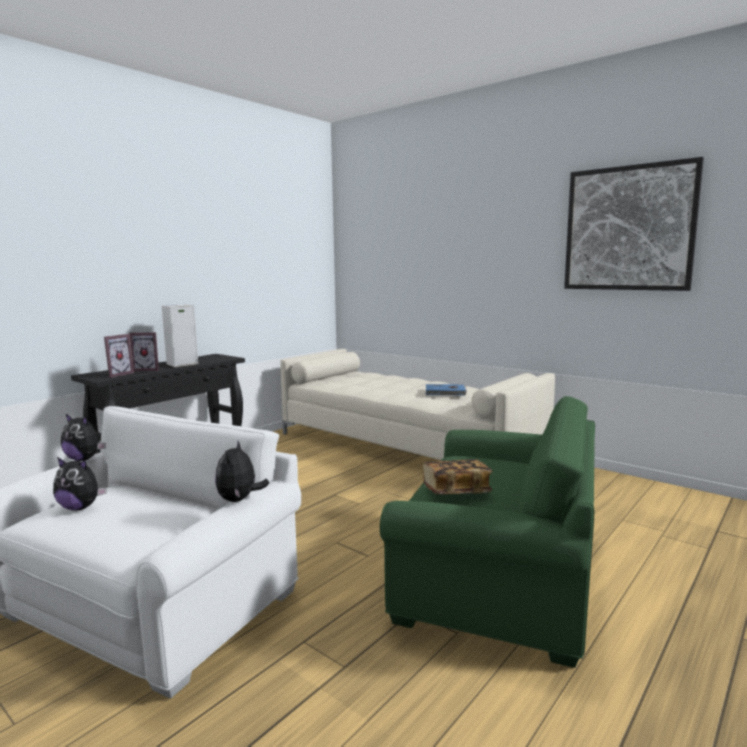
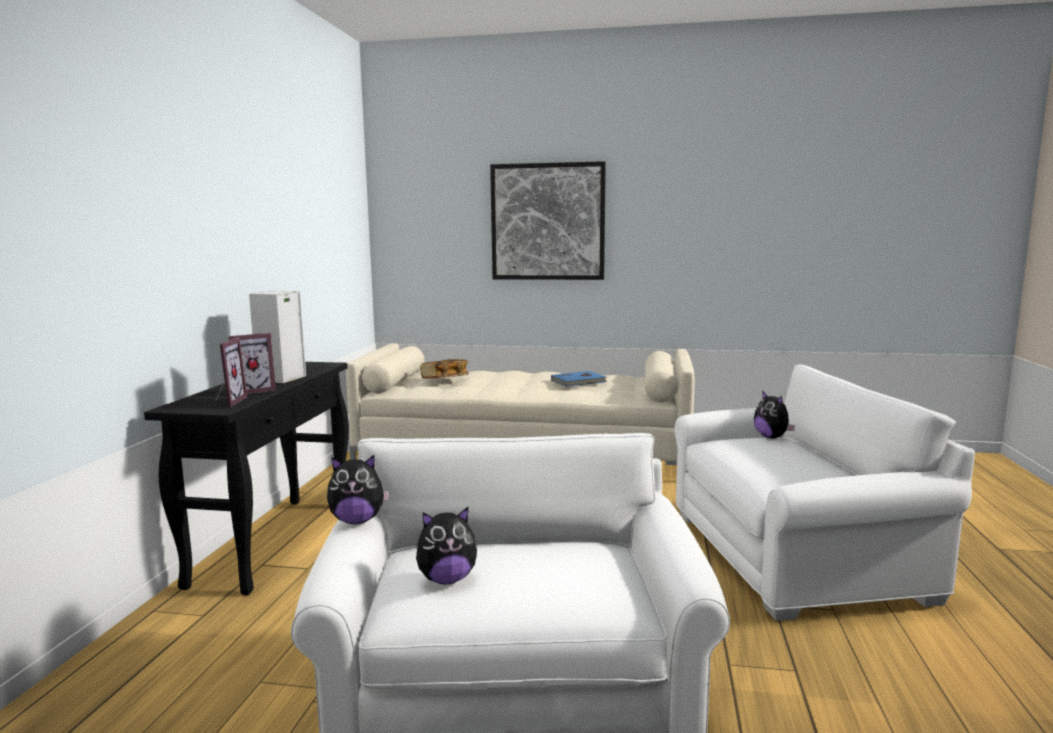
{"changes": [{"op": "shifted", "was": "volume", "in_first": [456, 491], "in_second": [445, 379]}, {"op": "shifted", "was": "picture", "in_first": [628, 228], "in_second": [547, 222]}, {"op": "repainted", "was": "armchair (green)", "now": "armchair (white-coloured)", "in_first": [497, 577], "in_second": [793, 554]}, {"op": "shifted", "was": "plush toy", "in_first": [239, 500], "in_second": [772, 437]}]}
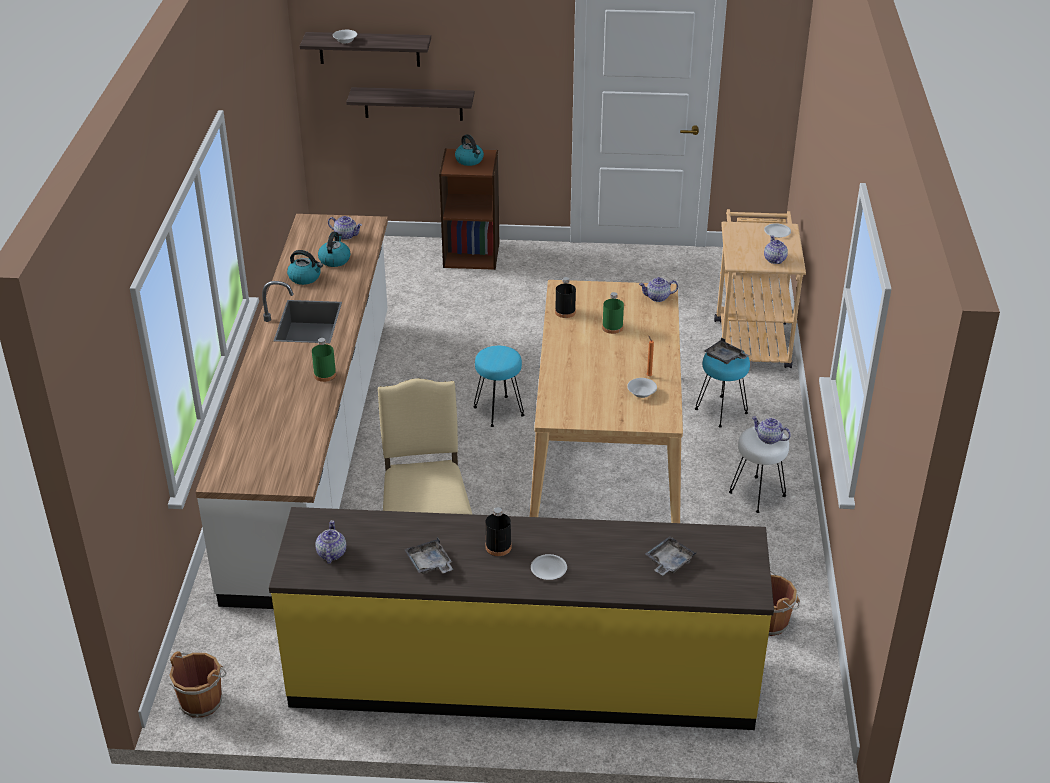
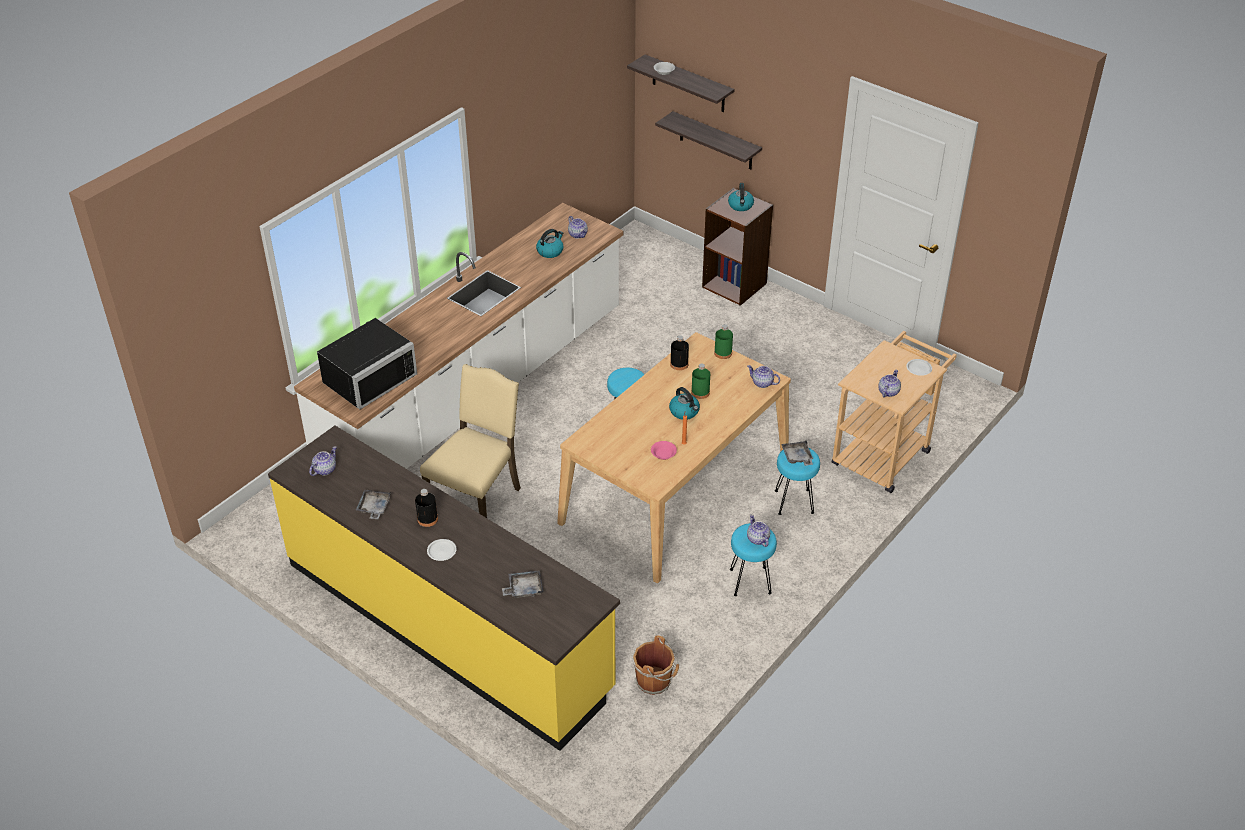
{"changes": [{"op": "new", "now": "microwave (black)", "in_second": [366, 377]}, {"op": "repainted", "was": "serving bowl (white-coloured)", "now": "serving bowl (pink-coloured)", "in_first": [642, 393], "in_second": [664, 455]}, {"op": "shifted", "was": "tea kettle", "in_first": [305, 277], "in_second": [684, 412]}, {"op": "shifted", "was": "bottle (green)", "in_first": [325, 374], "in_second": [723, 353]}, {"op": "repainted", "was": "sitting stool (white-coloured)", "now": "sitting stool (turquoise)", "in_first": [757, 495], "in_second": [750, 582]}, {"op": "gone", "was": "bucket (brown-coloured)", "in_first": [202, 700]}]}
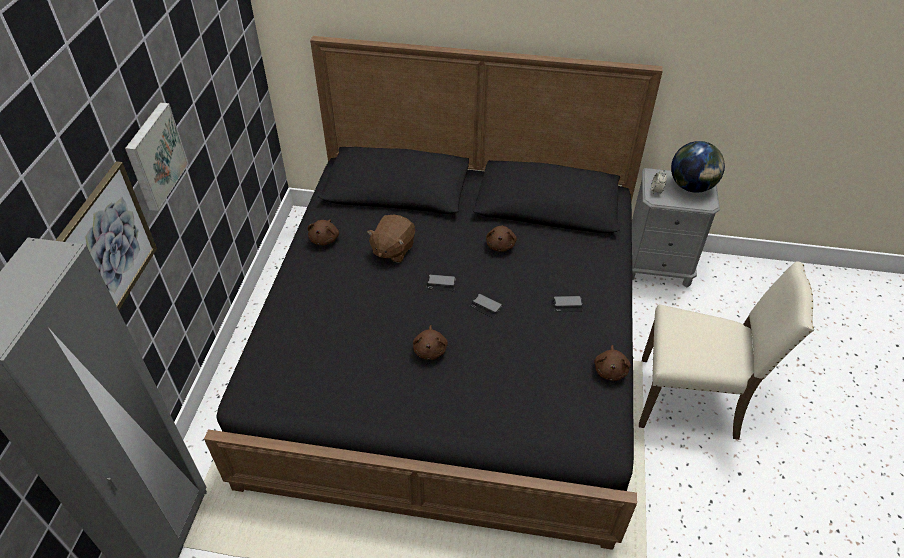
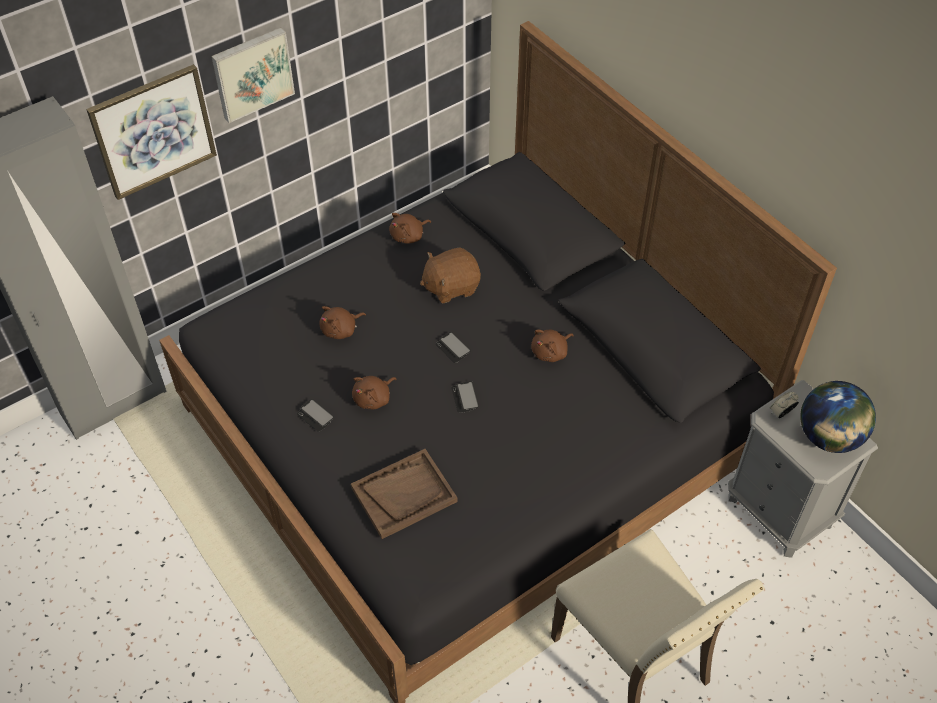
{"changes": [{"op": "shifted", "was": "telephone", "in_first": [567, 304], "in_second": [315, 416]}, {"op": "shifted", "was": "plush toy (brown-coloured)", "in_first": [610, 370], "in_second": [341, 330]}, {"op": "new", "now": "carrying tray (brown-coloured)", "in_second": [404, 494]}]}
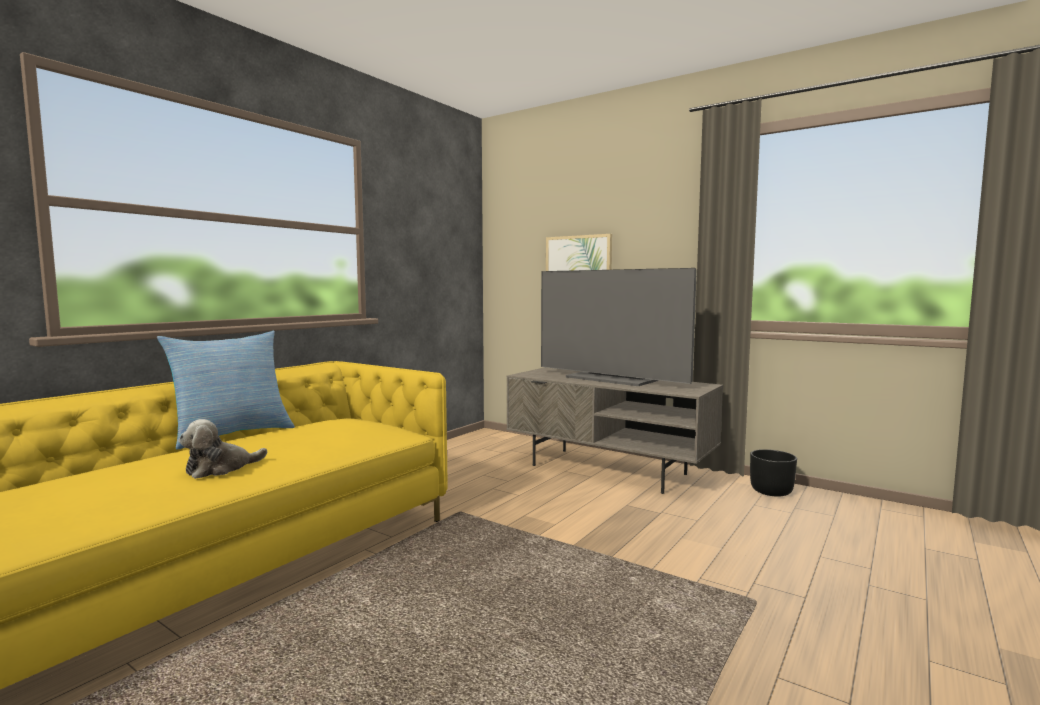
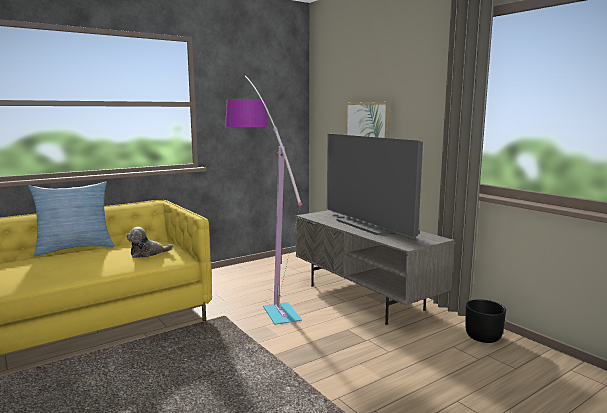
{"changes": [{"op": "shifted", "was": "plush toy", "in_first": [220, 468], "in_second": [147, 253]}, {"op": "new", "now": "standing lamp", "in_second": [262, 285]}]}
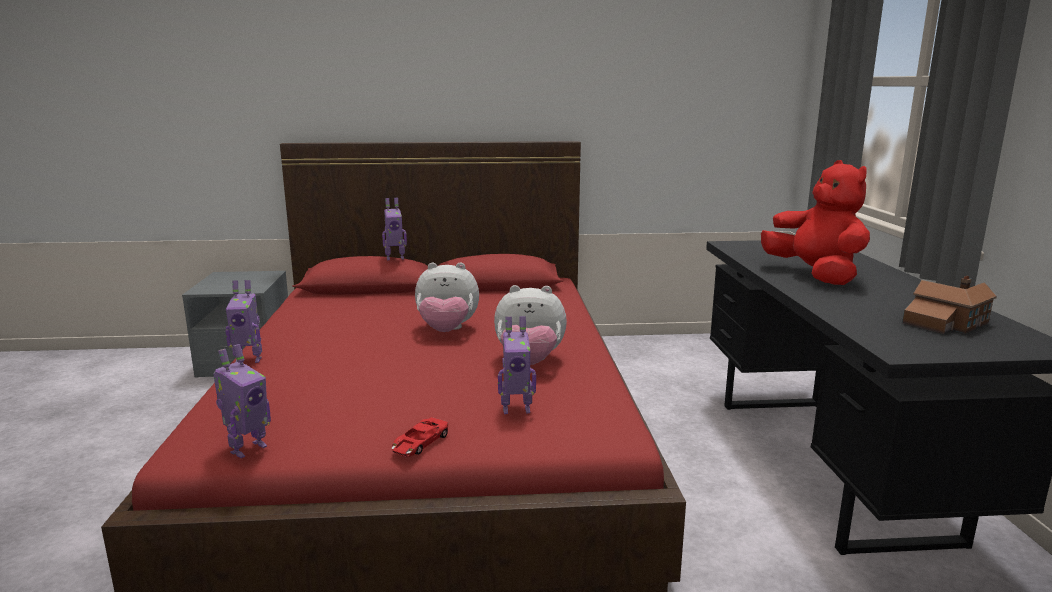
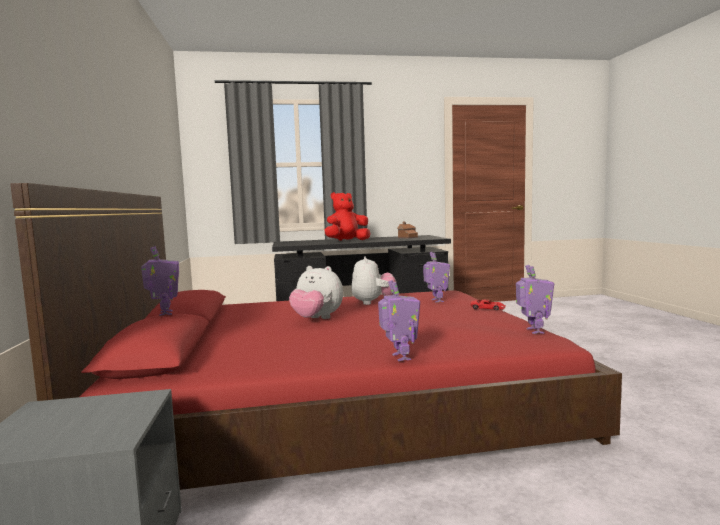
{"changes": [{"op": "rotated", "was": "plush toy", "in_first": [447, 331], "in_second": [316, 319], "clockwise": 120}, {"op": "rotated", "was": "toy robot", "in_first": [247, 449], "in_second": [533, 331], "clockwise": 60}]}
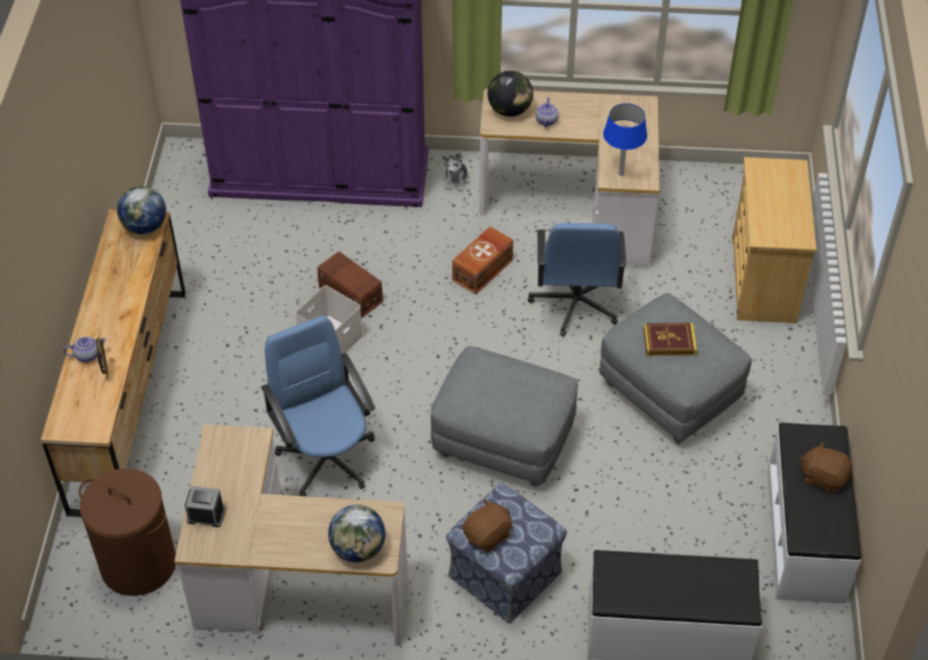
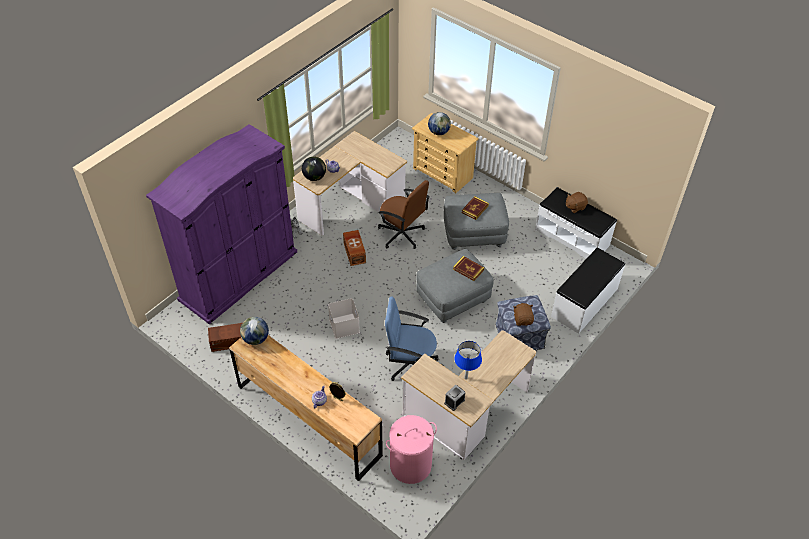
{"changes": [{"op": "shifted", "was": "storage box (brown-coloured)", "in_first": [350, 293], "in_second": [227, 342]}, {"op": "repainted", "was": "computer chair (bluish)", "now": "computer chair (brown-coloured)", "in_first": [575, 303], "in_second": [401, 234]}, {"op": "repainted", "was": "laundry basket (brown-coloured)", "now": "laundry basket (pink-coloured)", "in_first": [139, 563], "in_second": [410, 465]}, {"op": "shifted", "was": "globe", "in_first": [358, 549], "in_second": [439, 132]}, {"op": "new", "now": "volume", "in_second": [468, 269]}, {"op": "shifted", "was": "tabletop lamp (bluish)", "in_first": [621, 173], "in_second": [466, 378]}]}
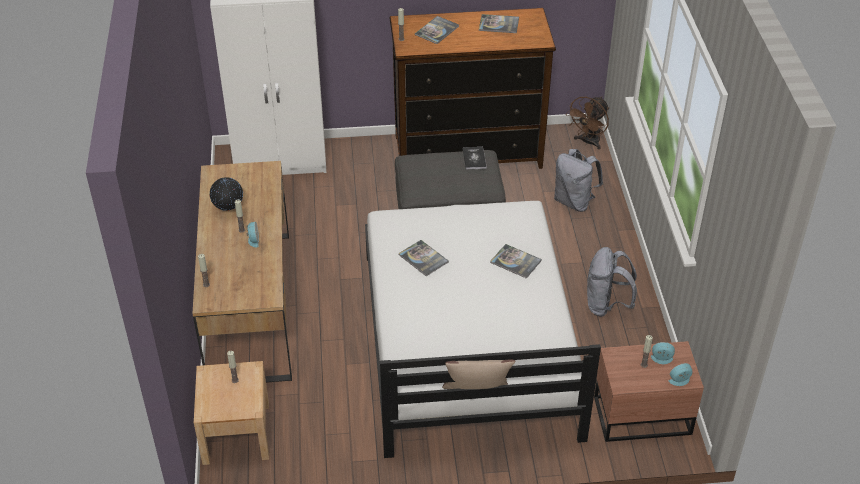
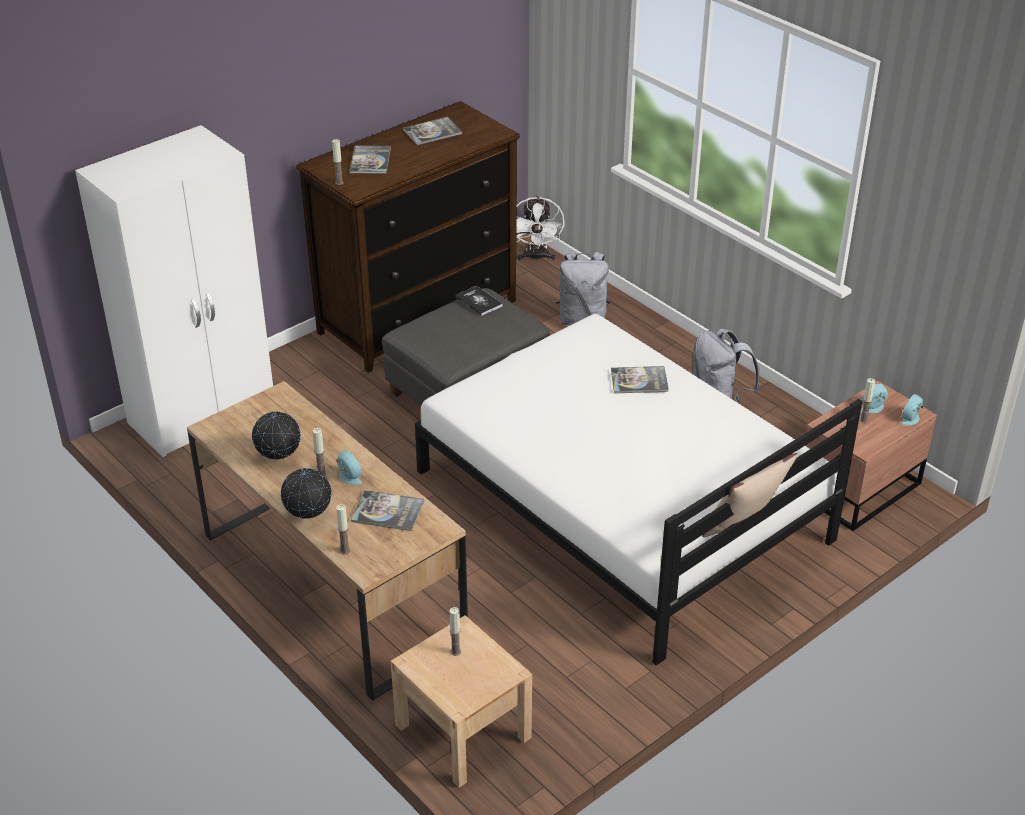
{"changes": [{"op": "new", "now": "globe", "in_second": [308, 517]}, {"op": "shifted", "was": "volume", "in_first": [423, 258], "in_second": [387, 511]}, {"op": "repainted", "was": "electric fan (brown-coloured)", "now": "electric fan (white-coloured)", "in_first": [588, 142], "in_second": [536, 257]}]}
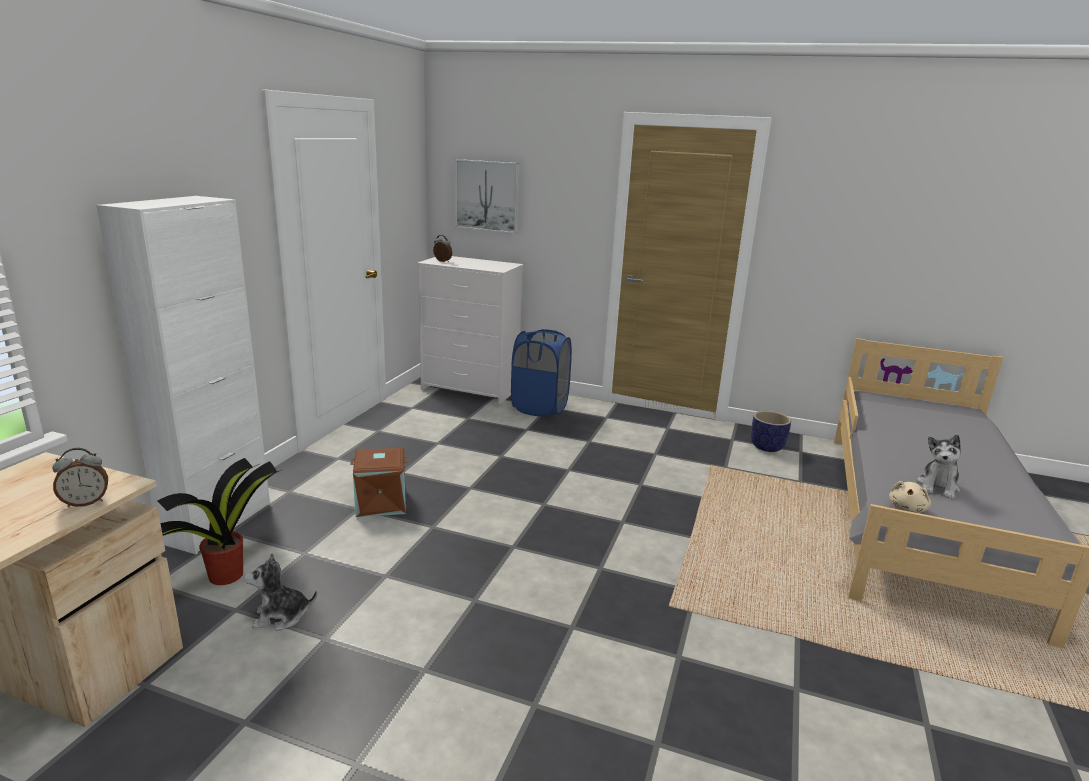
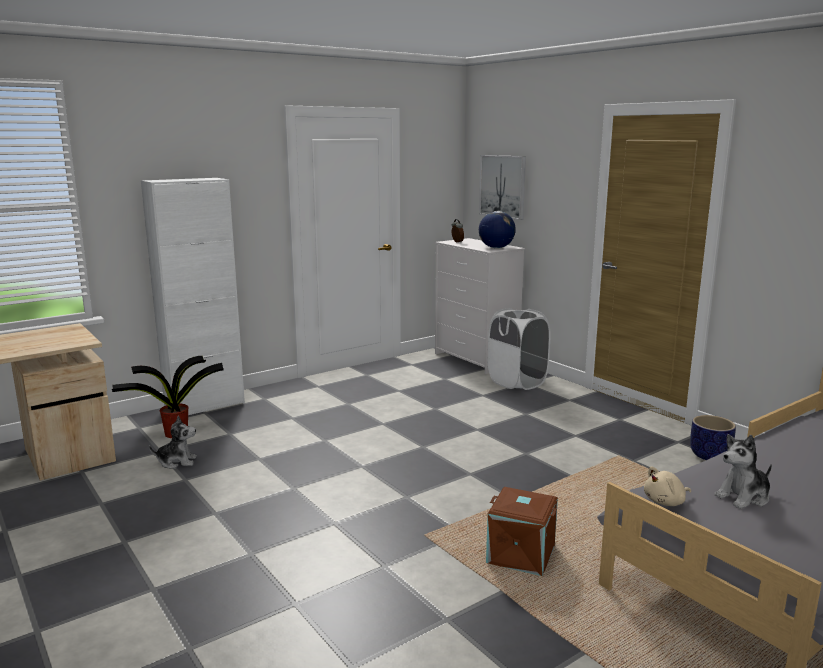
{"changes": [{"op": "rotated", "was": "plush toy", "in_first": [281, 616], "in_second": [177, 462], "clockwise": 150}, {"op": "new", "now": "globe", "in_second": [496, 248]}, {"op": "shifted", "was": "storage box (brown-coloured)", "in_first": [381, 502], "in_second": [521, 554]}, {"op": "repainted", "was": "laundry basket (bluish)", "now": "laundry basket (white-coloured)", "in_first": [540, 408], "in_second": [517, 382]}, {"op": "gone", "was": "table clock", "in_first": [85, 502]}]}
